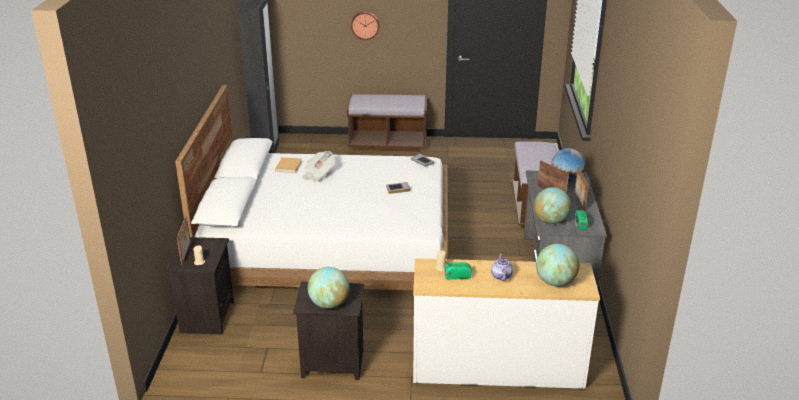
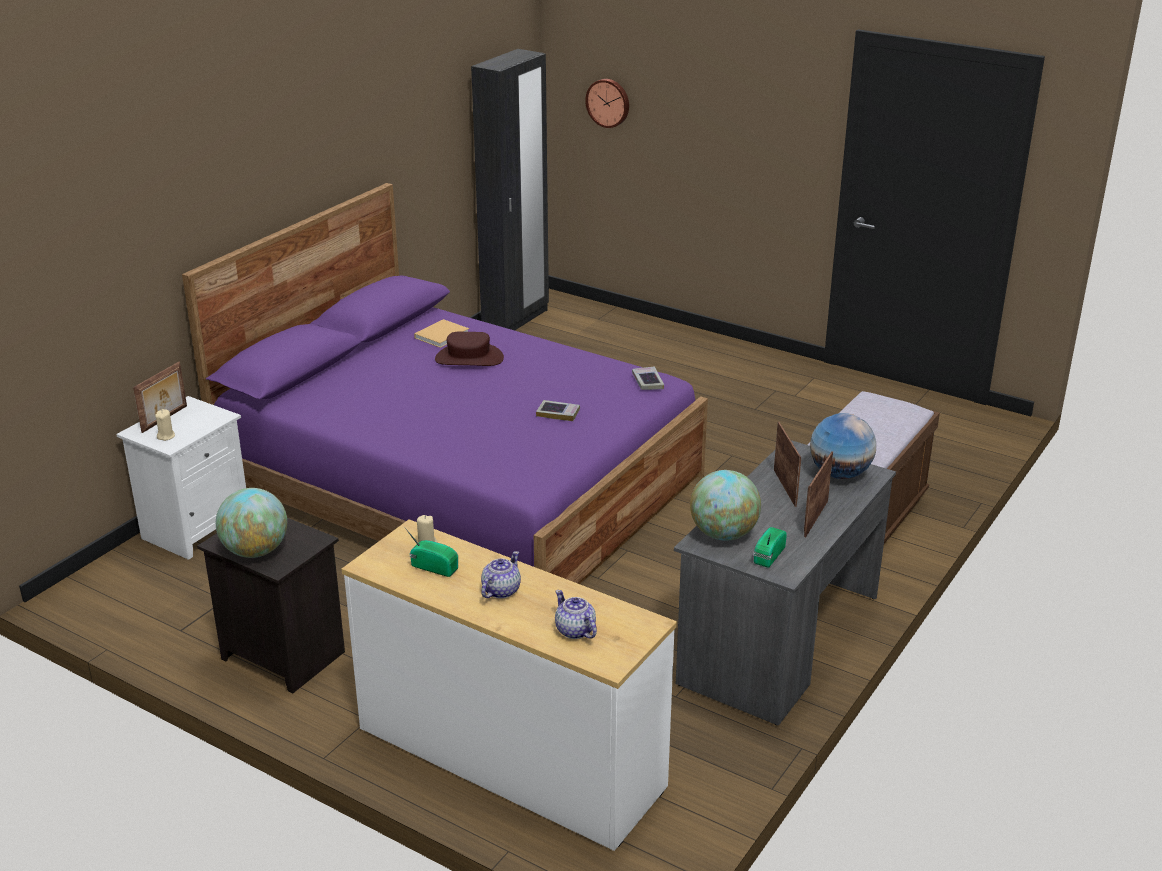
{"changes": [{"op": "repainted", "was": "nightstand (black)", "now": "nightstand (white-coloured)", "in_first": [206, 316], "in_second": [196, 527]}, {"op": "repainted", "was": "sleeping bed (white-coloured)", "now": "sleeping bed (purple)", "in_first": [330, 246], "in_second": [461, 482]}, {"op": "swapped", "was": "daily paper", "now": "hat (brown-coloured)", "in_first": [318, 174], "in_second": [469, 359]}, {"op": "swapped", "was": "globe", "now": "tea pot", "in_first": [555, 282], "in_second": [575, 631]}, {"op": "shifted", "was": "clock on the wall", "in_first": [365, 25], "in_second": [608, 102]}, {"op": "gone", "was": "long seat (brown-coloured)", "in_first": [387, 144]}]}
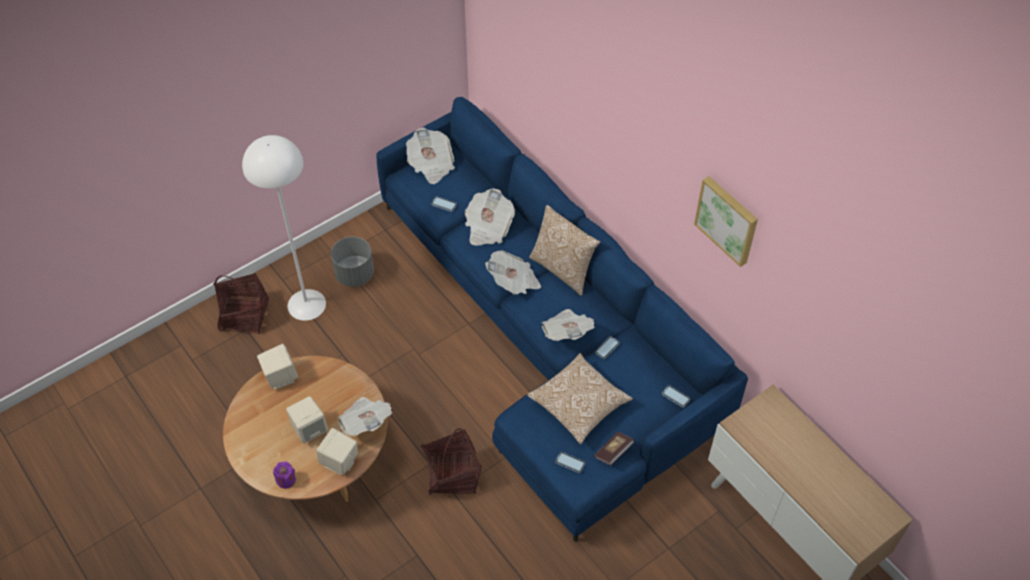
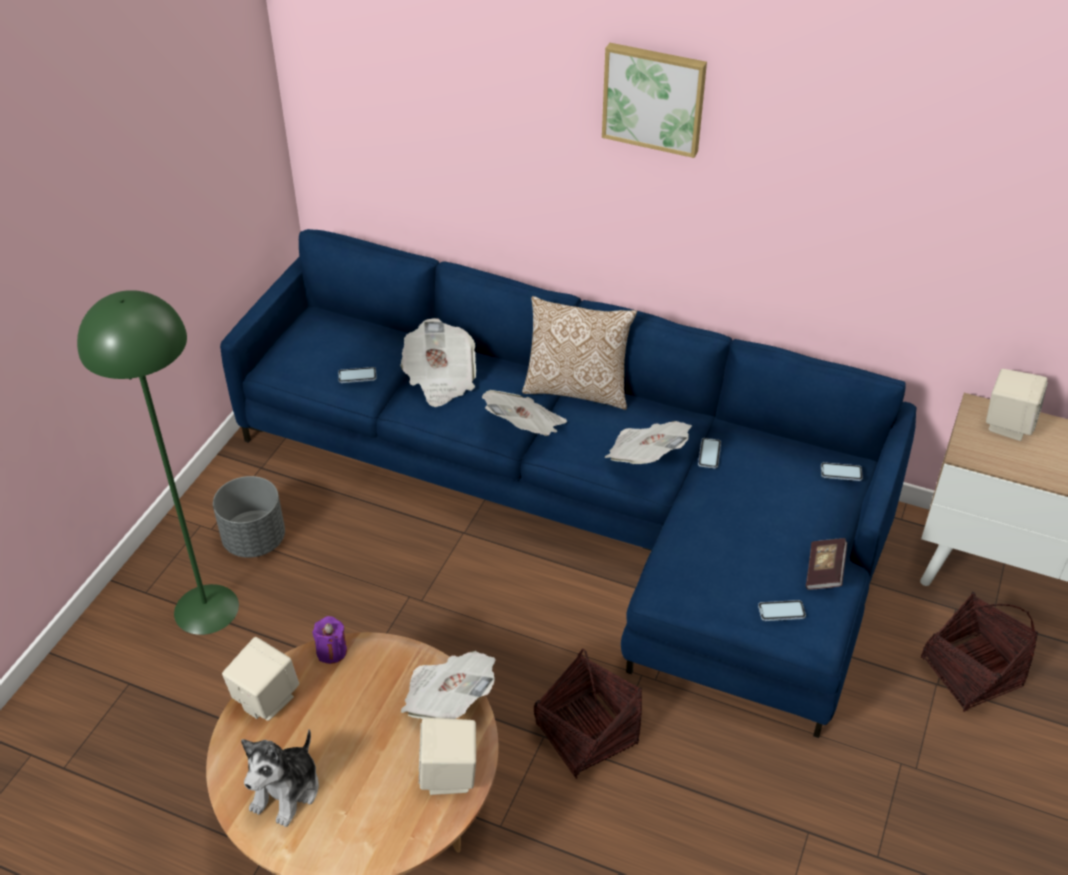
{"changes": [{"op": "repainted", "was": "standing lamp (white-coloured)", "now": "standing lamp (green)", "in_first": [306, 305], "in_second": [206, 609]}, {"op": "new", "now": "plush toy", "in_second": [287, 791]}, {"op": "shifted", "was": "wax light (purple)", "in_first": [286, 480], "in_second": [331, 651]}, {"op": "shifted", "was": "picture", "in_first": [728, 219], "in_second": [654, 98]}, {"op": "shifted", "was": "basket", "in_first": [244, 315], "in_second": [970, 672]}, {"op": "shifted", "was": "speaker (beige)", "in_first": [310, 429], "in_second": [1007, 424]}, {"op": "gone", "was": "daily paper", "in_first": [431, 165]}, {"op": "gone", "was": "pillow", "in_first": [579, 405]}]}
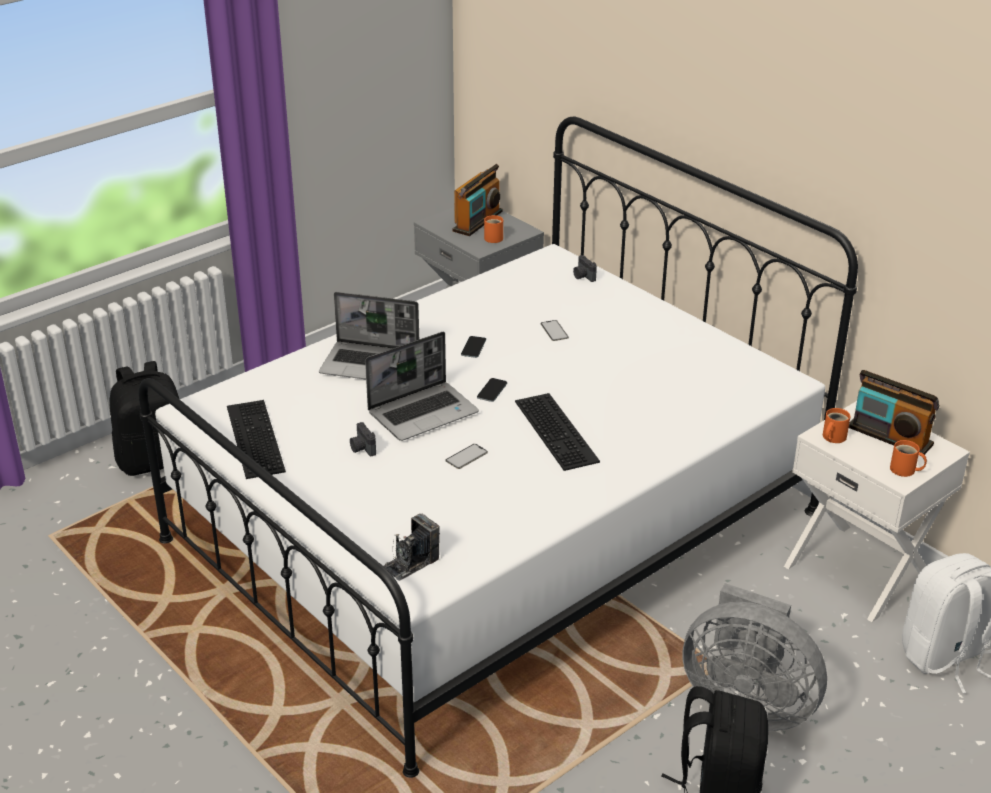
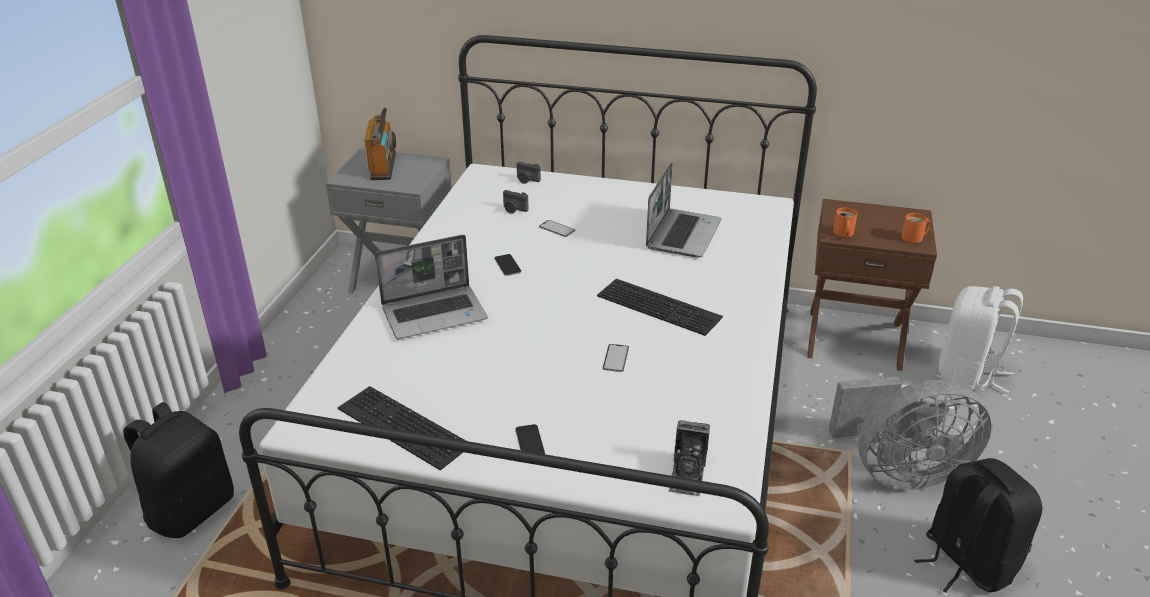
{"changes": [{"op": "shifted", "was": "still camera", "in_first": [362, 448], "in_second": [514, 209]}, {"op": "shifted", "was": "telephone", "in_first": [492, 390], "in_second": [530, 442]}, {"op": "shifted", "was": "notebook computer", "in_first": [423, 412], "in_second": [682, 234]}, {"op": "repainted", "was": "nightstand (white-coloured)", "now": "nightstand (brown-coloured)", "in_first": [859, 570], "in_second": [854, 338]}, {"op": "gone", "was": "coffee mug (orangey)", "in_first": [495, 238]}, {"op": "gone", "was": "radio receiver", "in_first": [890, 436]}]}
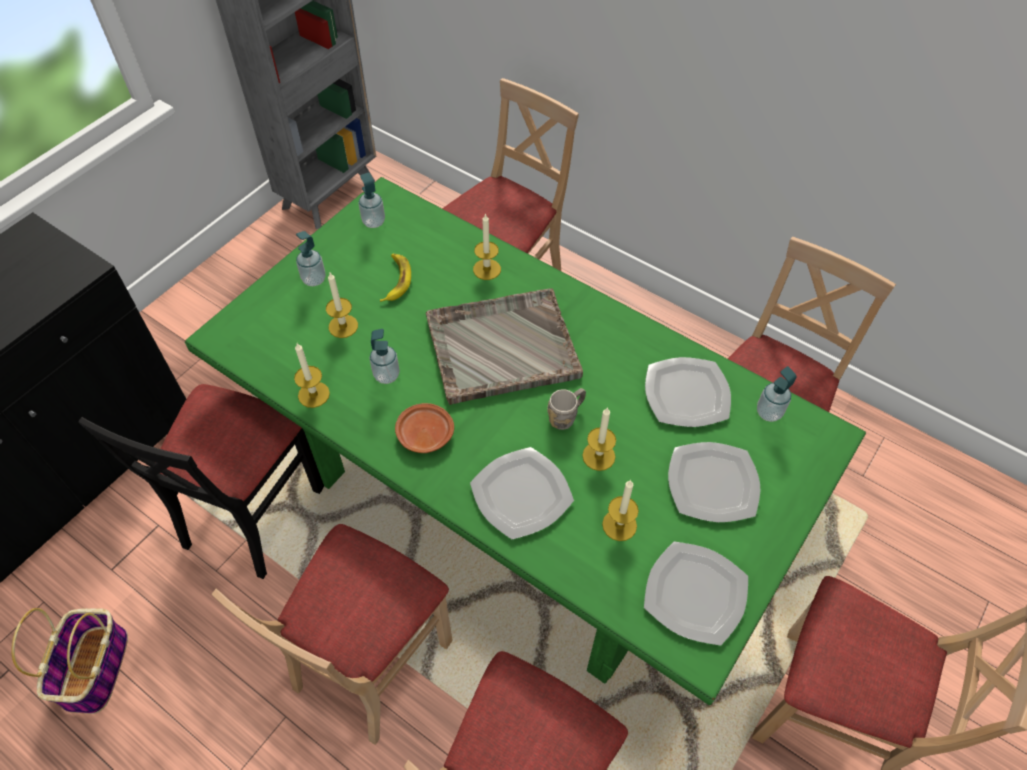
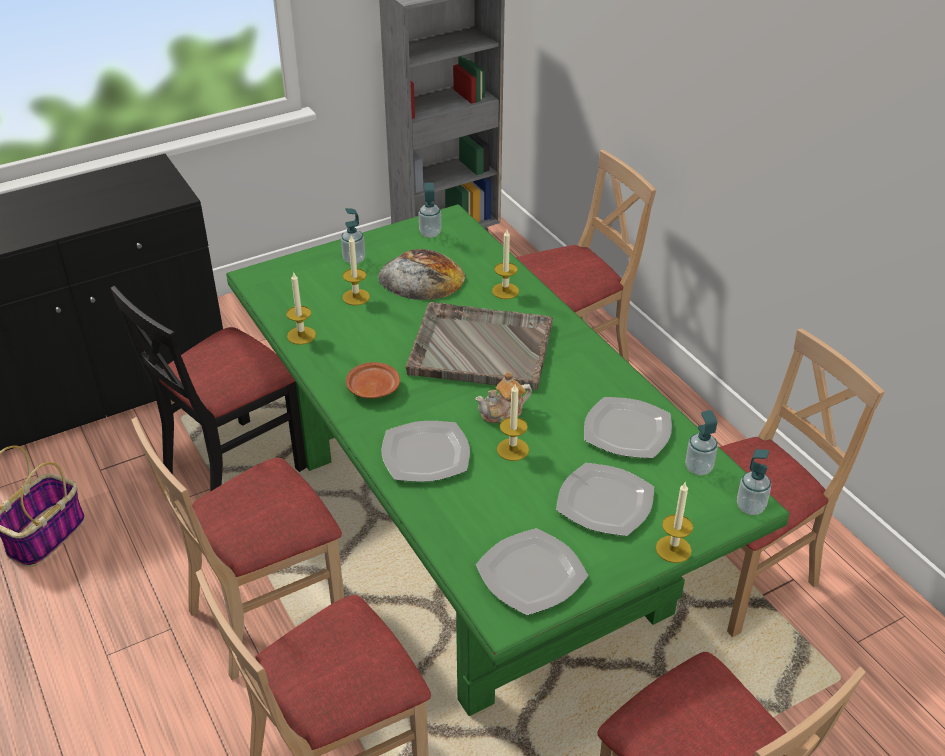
{"changes": [{"op": "swapped", "was": "banana", "now": "bread", "in_first": [396, 280], "in_second": [421, 278]}, {"op": "swapped", "was": "coffee mug (gray)", "now": "tea pot", "in_first": [566, 416], "in_second": [503, 413]}, {"op": "shifted", "was": "wax light", "in_first": [619, 525], "in_second": [673, 549]}, {"op": "shifted", "was": "soap dispenser", "in_first": [386, 375], "in_second": [750, 507]}]}
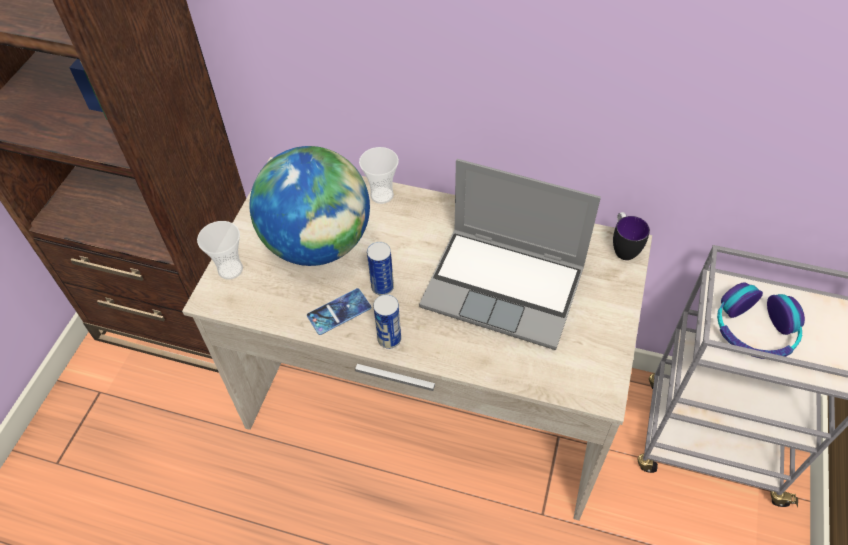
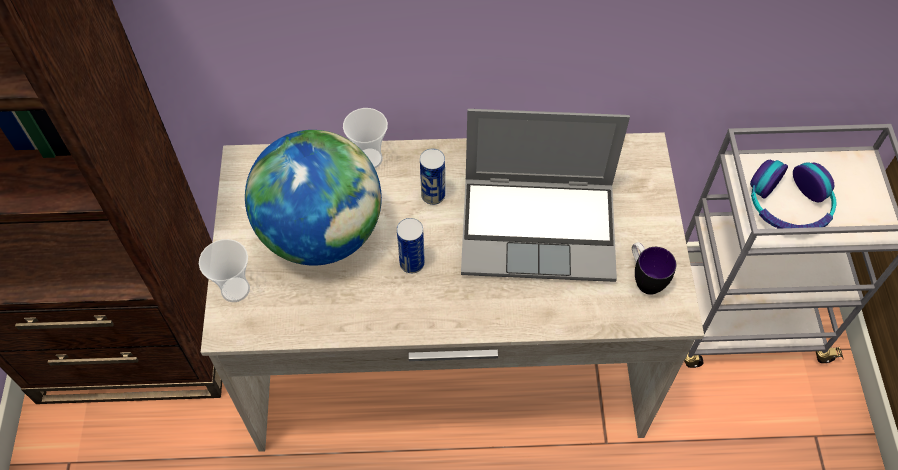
{"changes": [{"op": "shifted", "was": "sealed can", "in_first": [389, 339], "in_second": [433, 195]}, {"op": "shifted", "was": "coffee mug", "in_first": [623, 247], "in_second": [644, 278]}, {"op": "gone", "was": "telephone", "in_first": [339, 312]}]}
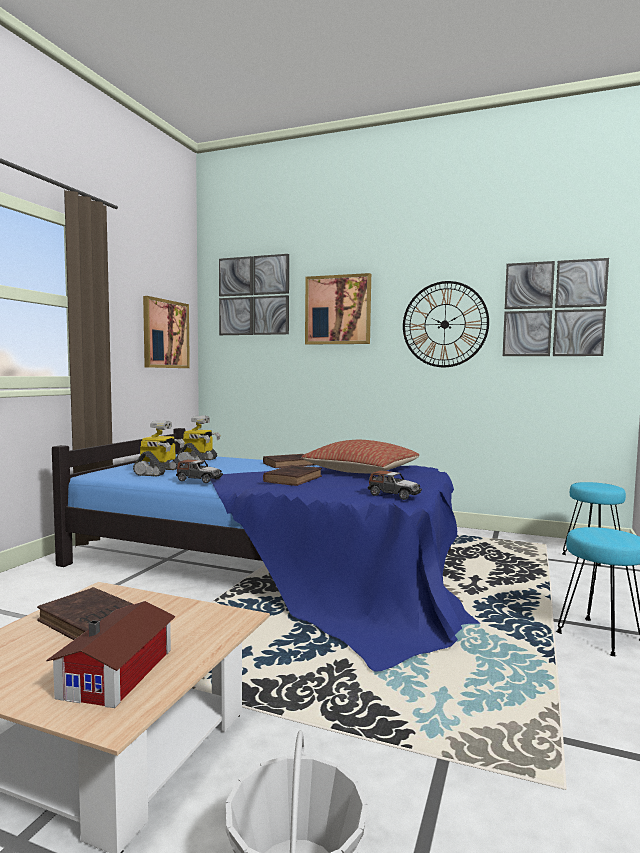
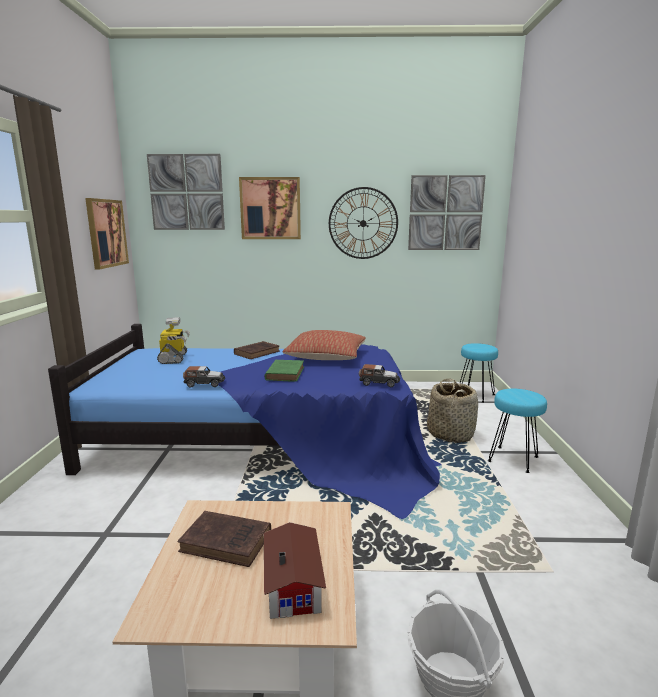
{"changes": [{"op": "repainted", "was": "volume (brown-coloured)", "now": "volume (green)", "in_first": [294, 479], "in_second": [285, 373]}, {"op": "new", "now": "basket", "in_second": [450, 434]}, {"op": "gone", "was": "toy robot", "in_first": [159, 472]}]}
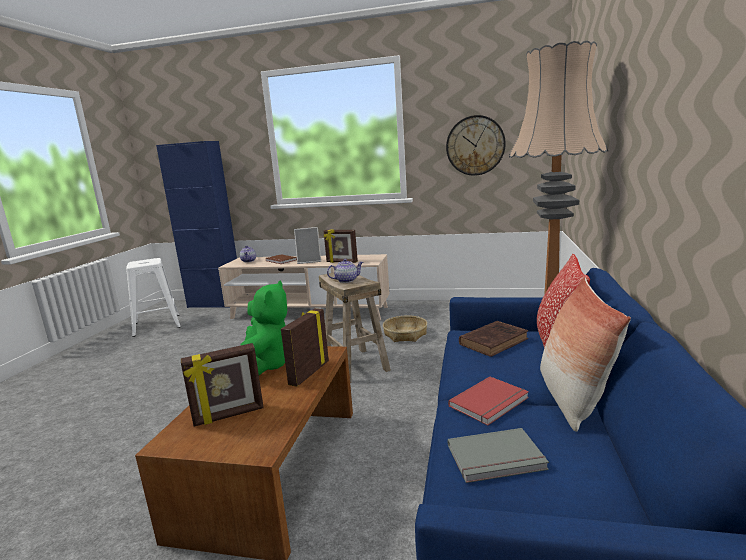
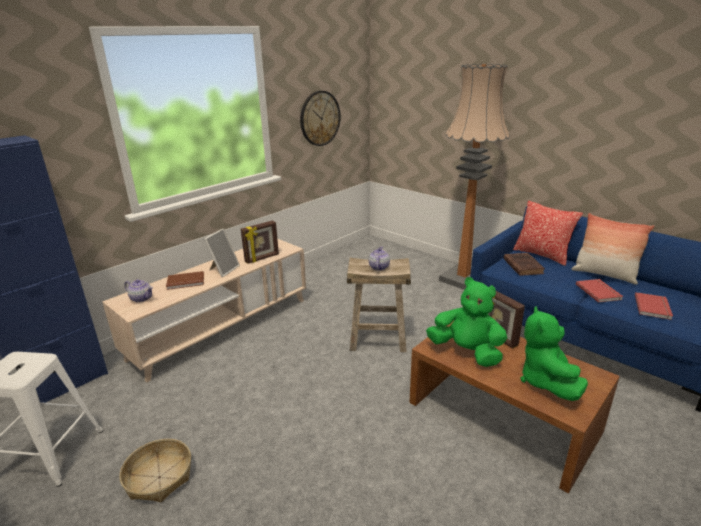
{"changes": [{"op": "shifted", "was": "basket", "in_first": [405, 334], "in_second": [159, 477]}, {"op": "swapped", "was": "photo frame", "now": "plush toy (green)", "in_first": [229, 416], "in_second": [545, 381]}, {"op": "repainted", "was": "volume (gray)", "now": "volume (red)", "in_first": [497, 459], "in_second": [653, 307]}]}
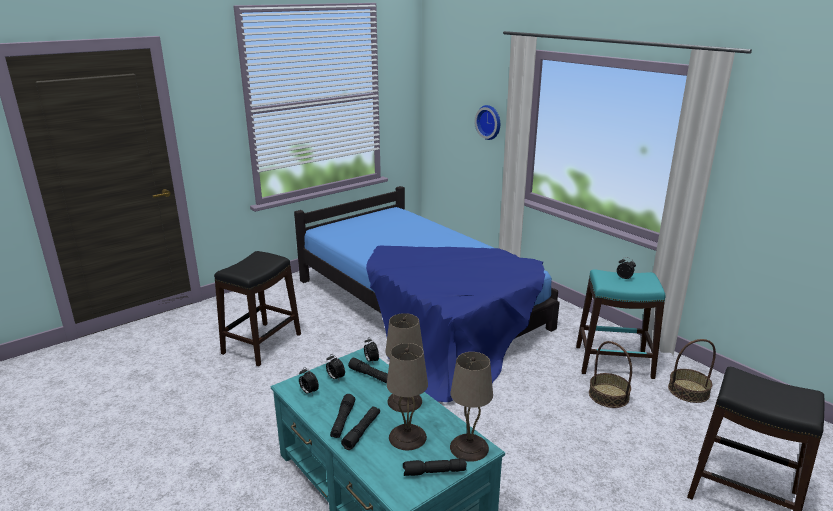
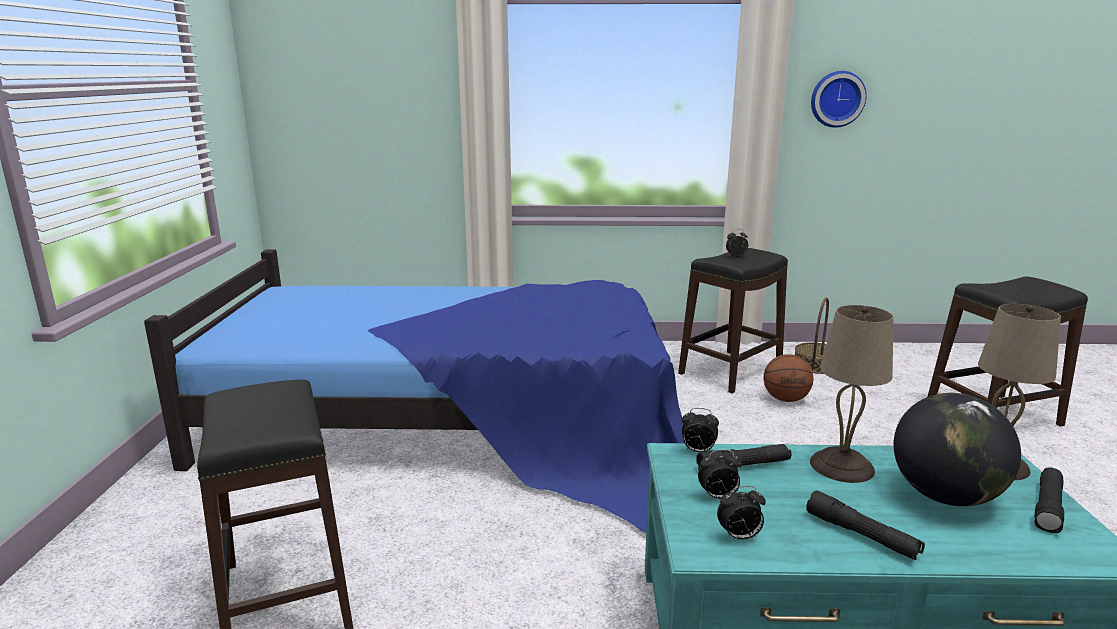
{"changes": [{"op": "repainted", "was": "sitting stool (turquoise)", "now": "sitting stool (black)", "in_first": [614, 362], "in_second": [731, 371]}, {"op": "swapped", "was": "basket", "now": "ball for basketball", "in_first": [609, 395], "in_second": [786, 399]}, {"op": "shifted", "was": "clock on the wall", "in_first": [490, 122], "in_second": [836, 99]}, {"op": "swapped", "was": "tabletop lamp (beige)", "now": "globe", "in_first": [408, 437], "in_second": [945, 496]}, {"op": "gone", "was": "torch (black)", "in_first": [362, 431]}]}
